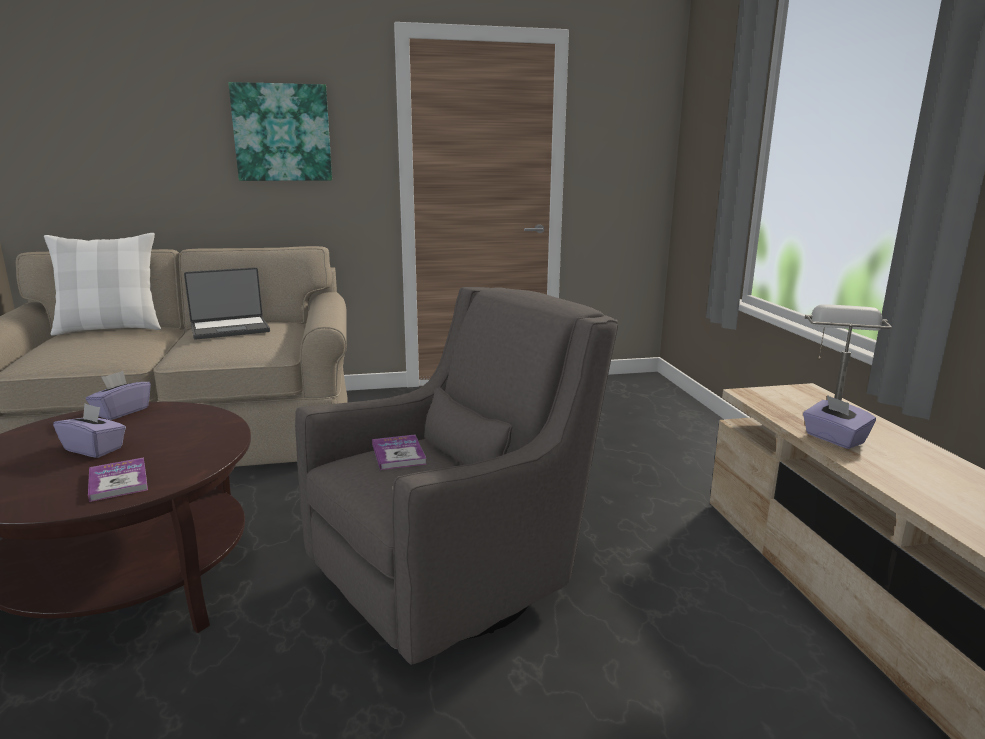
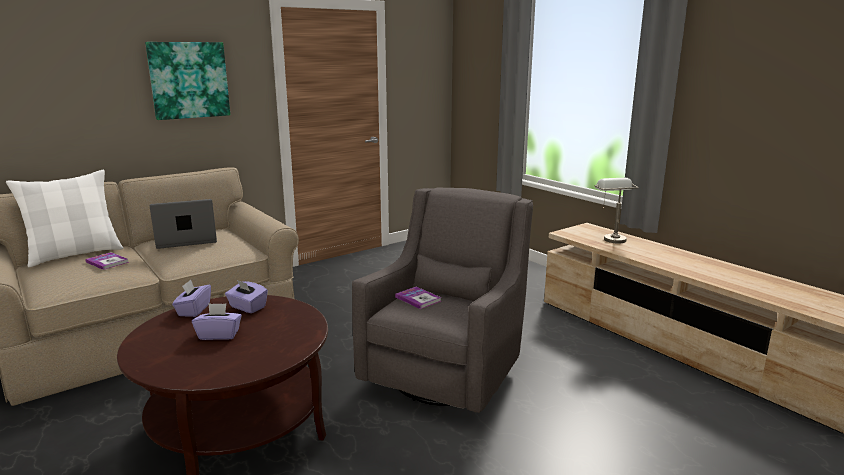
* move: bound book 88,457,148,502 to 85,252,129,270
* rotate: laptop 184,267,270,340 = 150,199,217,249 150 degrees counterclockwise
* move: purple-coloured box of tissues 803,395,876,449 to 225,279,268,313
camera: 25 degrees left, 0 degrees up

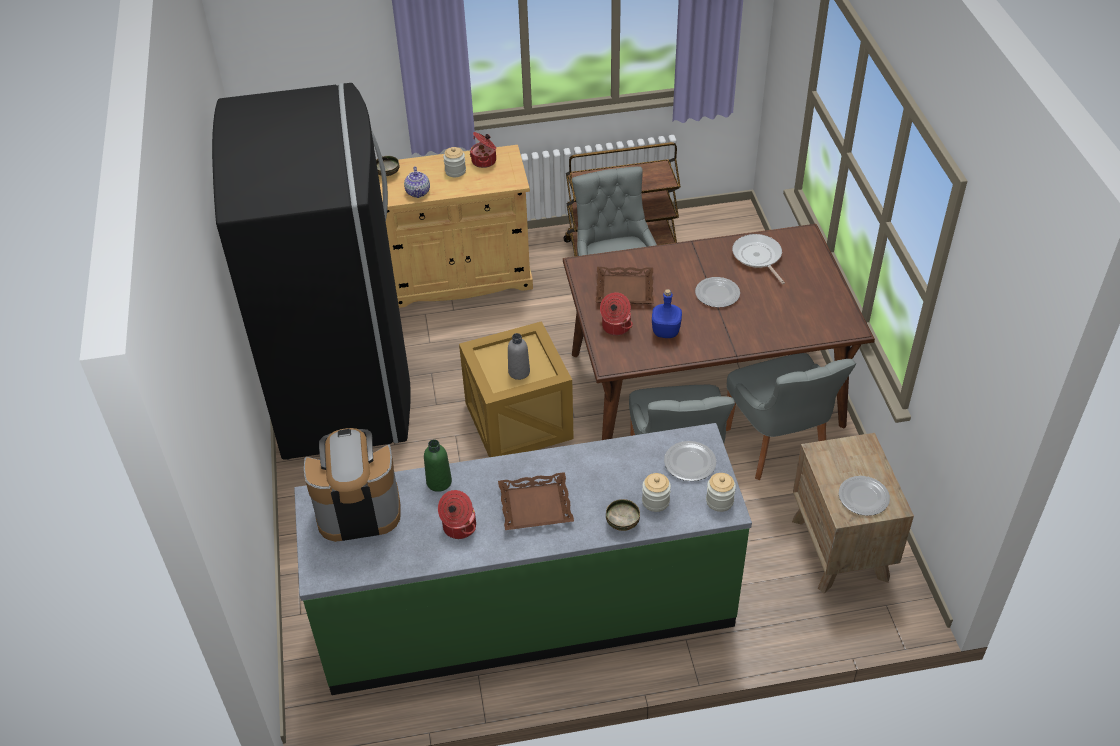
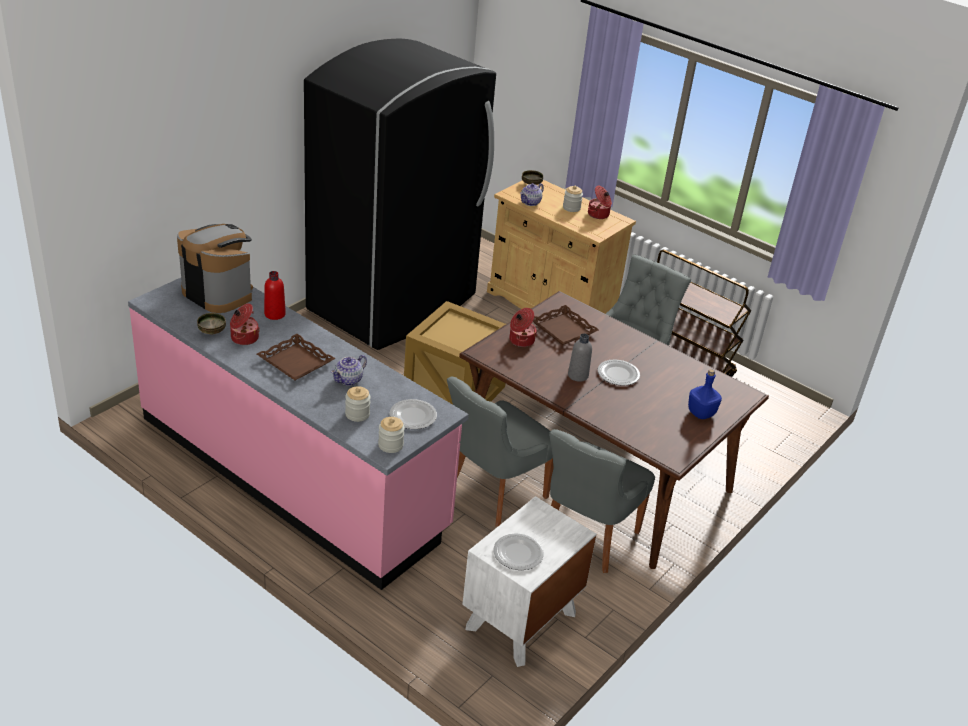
* recolor: green kitchen counter 294,423,752,695 to pink kitchen counter 128,278,469,590
* move: bowl 606,499,640,531 to 197,313,226,334
* recolor: green drink bottle 424,439,452,492 to red drink bottle 264,271,286,320
* insert: tea pot 331,355,367,386
* recolor: brown night table 792,433,914,593 to white-coloured night table 462,496,597,667
* move: gray drink bottle 508,333,530,380 to 568,333,592,382
* move: bluish drink bottle 652,289,682,338 to 688,369,722,419
* delete: pan 732,234,785,284
camera: 45 degrees right, 10 degrees down

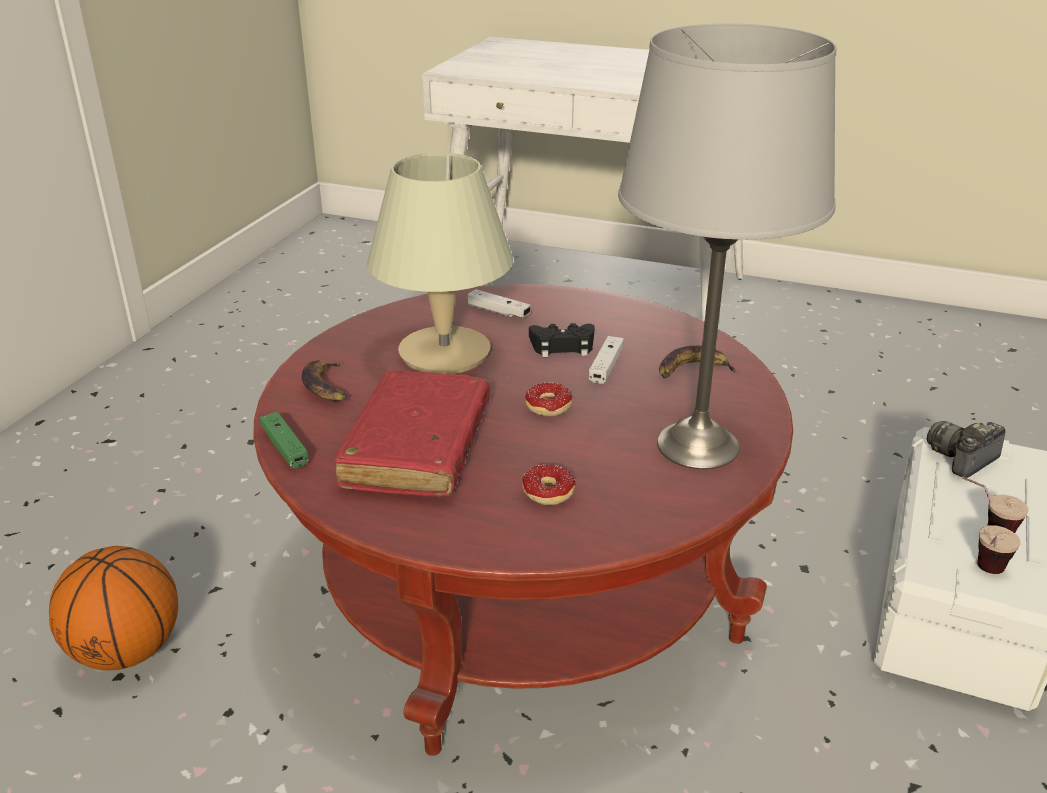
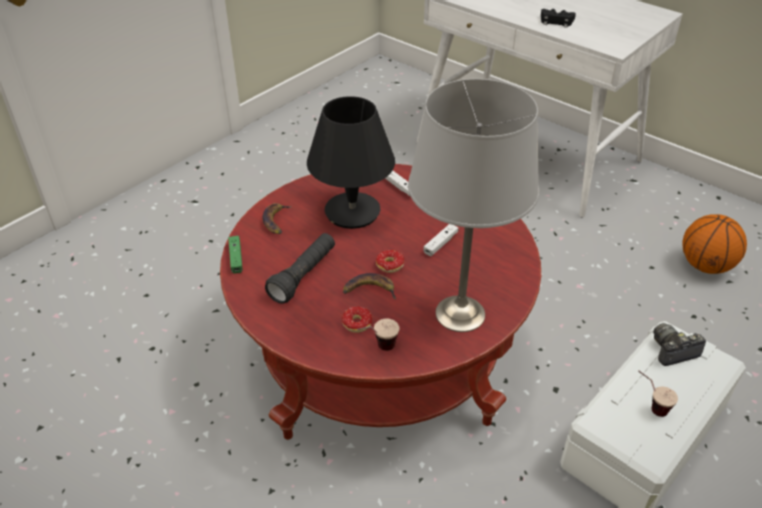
* replace: red bound book 334,371,490,497 to black-coloured flashlight 265,233,335,304
* recolor: beige lamp for a table 367,153,513,374 to black-coloured lamp for a table 307,96,395,229
* move: whole banana 659,346,739,378 to 343,273,396,299
* move: small cup 977,525,1021,574 to 357,319,399,351
* move: black-coloured game controller 529,323,595,357 to 541,9,576,28
* move: basketball ball 49,546,178,670 to 682,214,747,274
camera: 20 degrees right, 10 degrees up

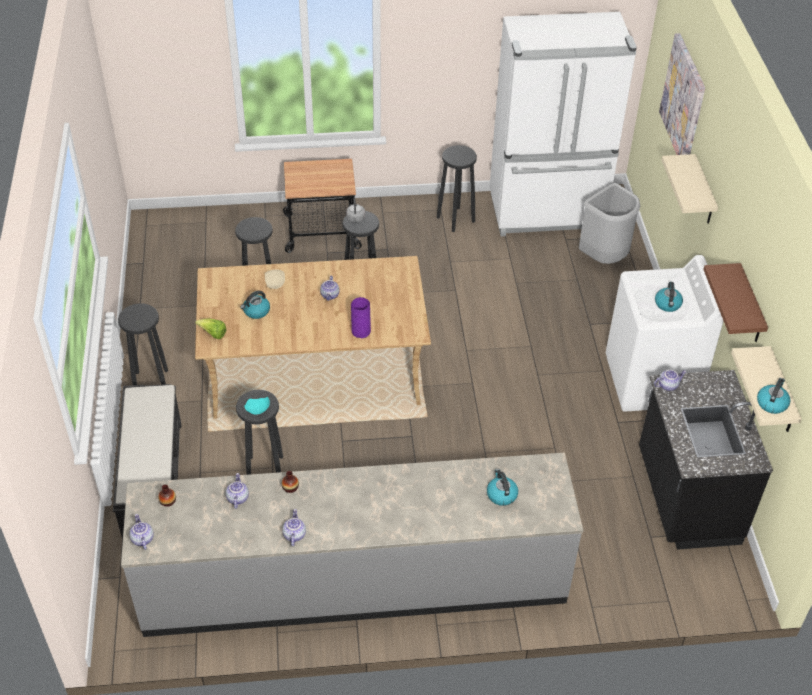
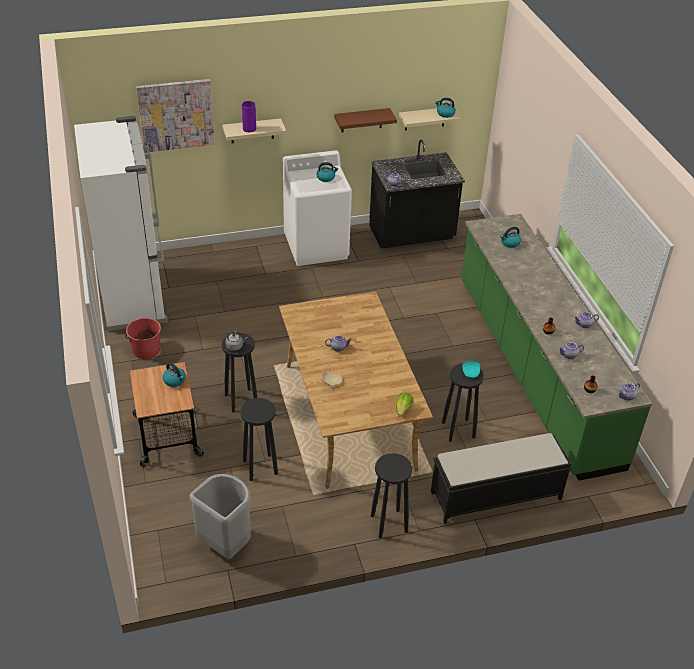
* replace: black-coloured sitting stool 437,145,477,232 to red bucket 125,318,161,359
* move: tea kettle 240,291,270,319 to 163,363,186,387
* move: gray rubbish bin 579,183,640,264 to 189,474,251,559
* move: purple-coloured flower vase 351,297,371,338 to 242,101,256,133
* recolor: gray kitchen counter 121,453,583,637 to green kitchen counter 461,214,652,481
camera: 100 degrees left, 5 degrees down

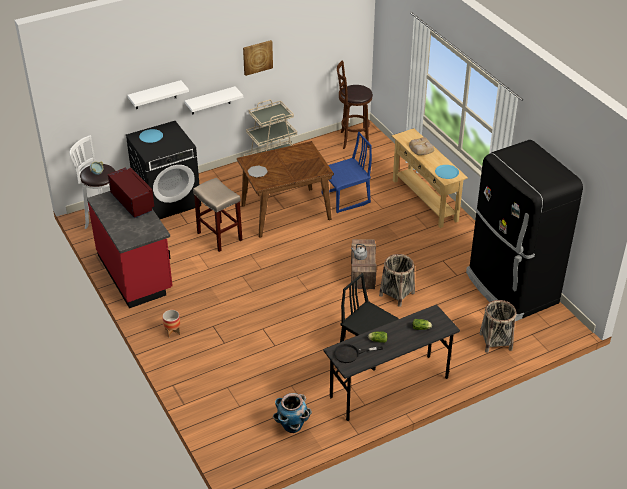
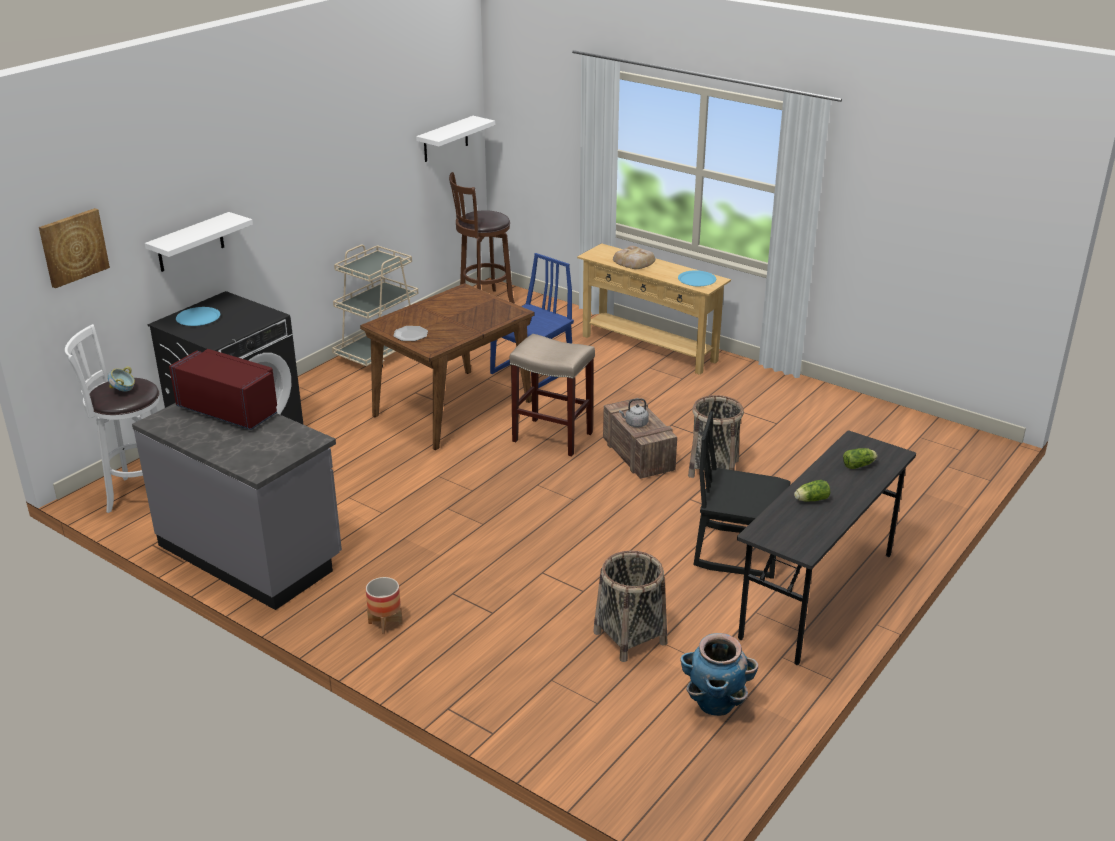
* move: picture 243,40,273,76 to 39,208,110,288
* recolor: red kitchen counter 87,191,173,308 to gray kitchen counter 132,403,342,610
* move: white-coloured shelf 185,86,243,115 to 416,116,495,162
* move: beige sitting stool 193,178,242,252 to 509,334,595,456
* move: storage basket 480,300,517,353 to 593,550,667,662
* delete: black-coloured pan 334,344,383,363
* delete: black-coloured kitchen fridge 466,140,583,321
camera: 25 degrees left, 10 degrees down

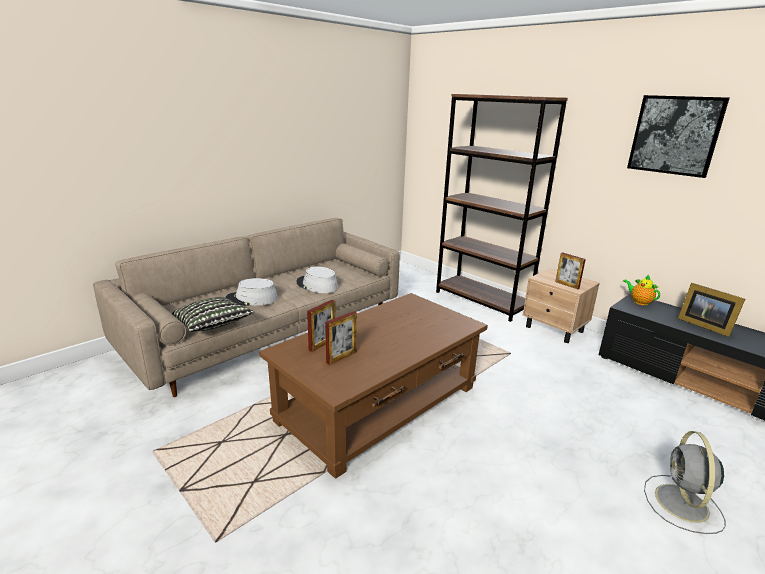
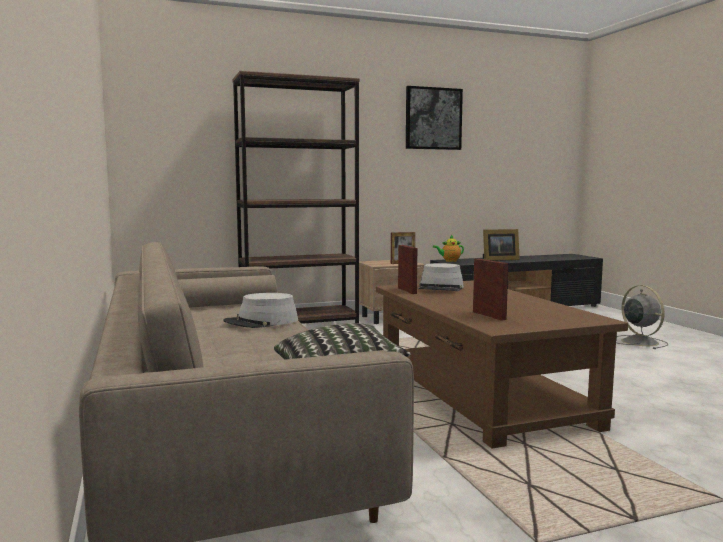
* move: standing frame 325,311,357,365 to 398,245,417,294
* move: gray clothing hat 226,278,278,306 to 418,263,464,291
* rotate: gray electric fan 644,431,726,534 = 616,285,668,349 150 degrees counterclockwise
camera: 65 degrees left, 15 degrees down

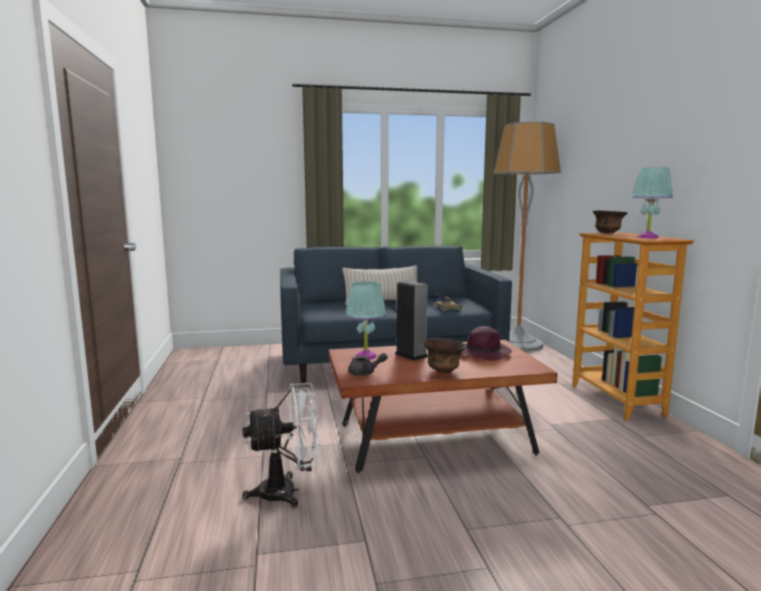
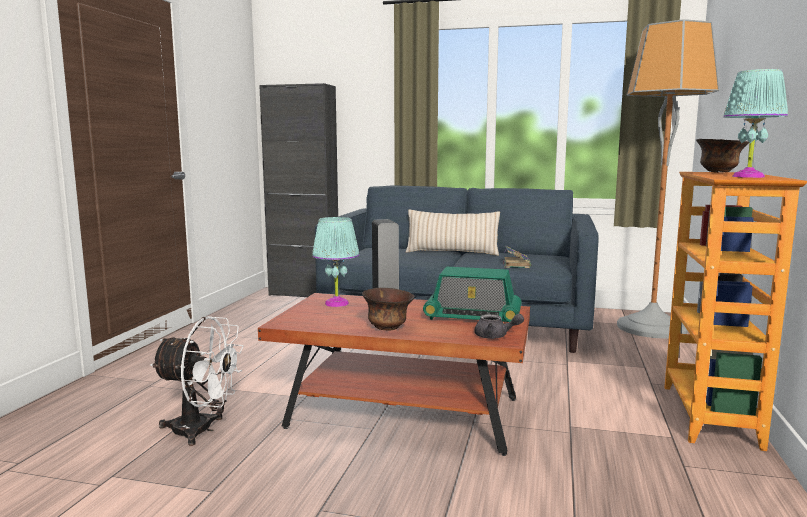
* insert: black-coloured cabinet 259,83,338,297
* replace: purple-coloured clothing hat 462,326,512,361 to radio set 423,267,522,322
* move: gray tea pot 349,353,388,376 to 474,314,524,339
camera: 25 degrees right, 0 degrees up

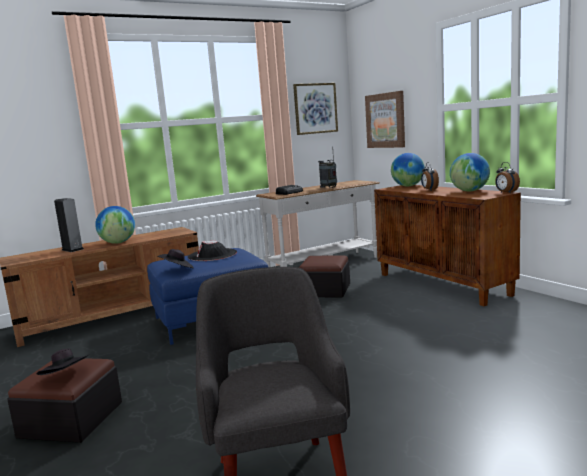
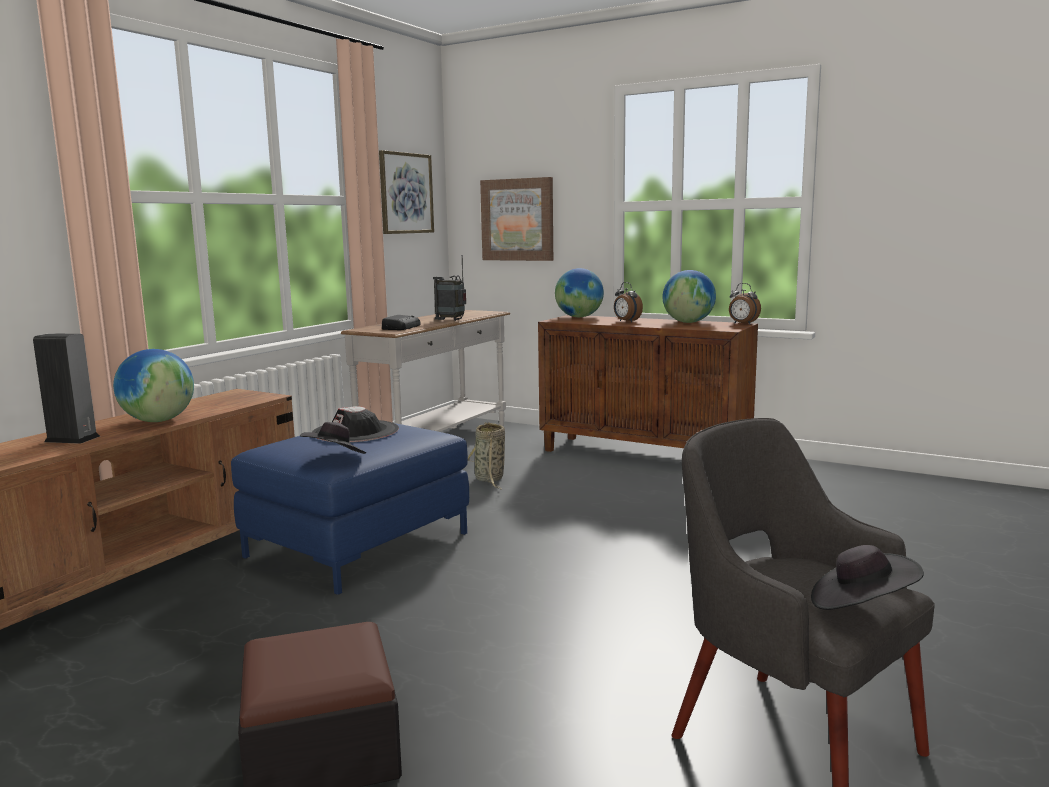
* replace: footrest 299,255,350,298 to storage basket 468,422,505,490
* move: black-coloured clothing hat 36,348,90,375 to 811,545,923,610
camera: 30 degrees left, 0 degrees up

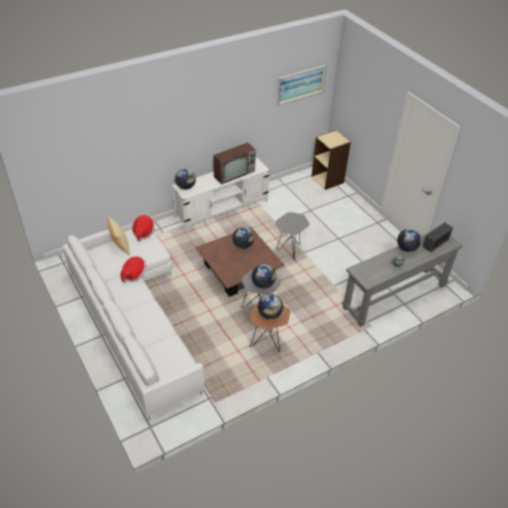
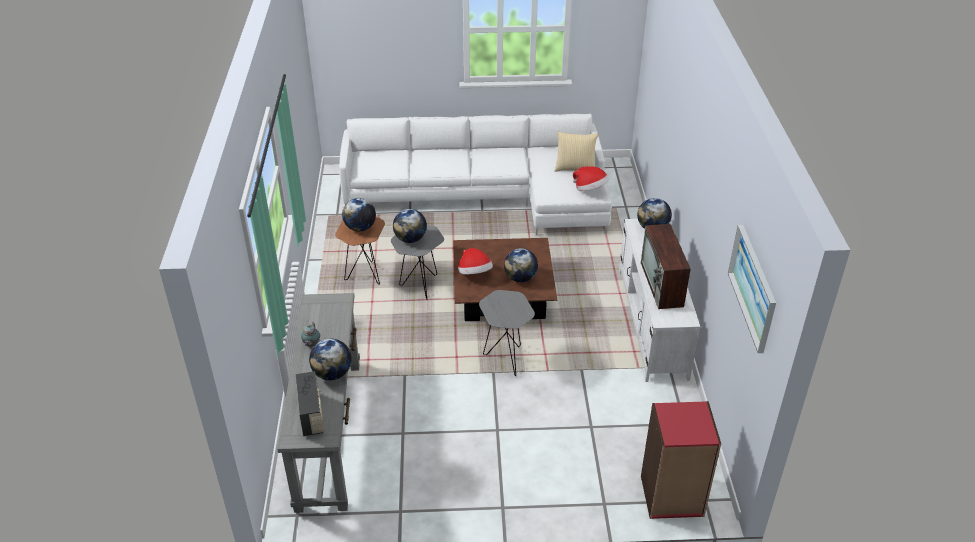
* move: clothing hat 120,257,147,283 to 458,248,493,274
* recolor: beige bookshelf 311,130,351,190 to red bookshelf 641,401,721,519
camera: 120 degrees right, 5 degrees down

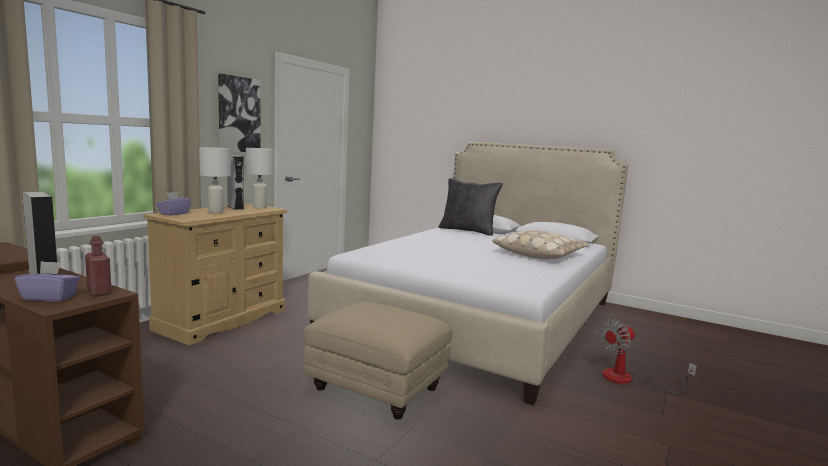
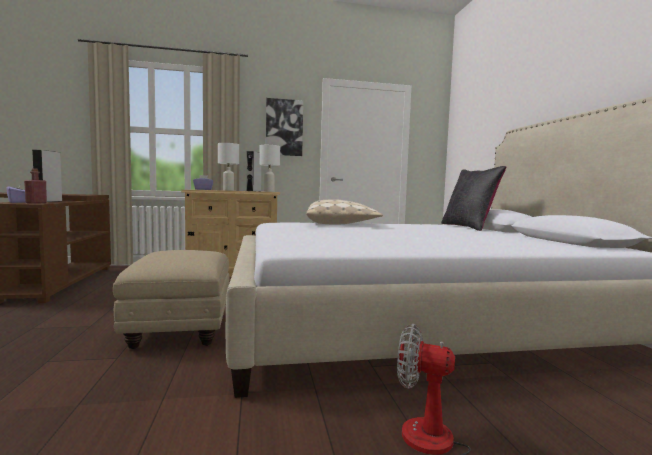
* move: beige pillow 492,230,589,259 to 306,200,383,225
camera: 50 degrees right, 5 degrees down

